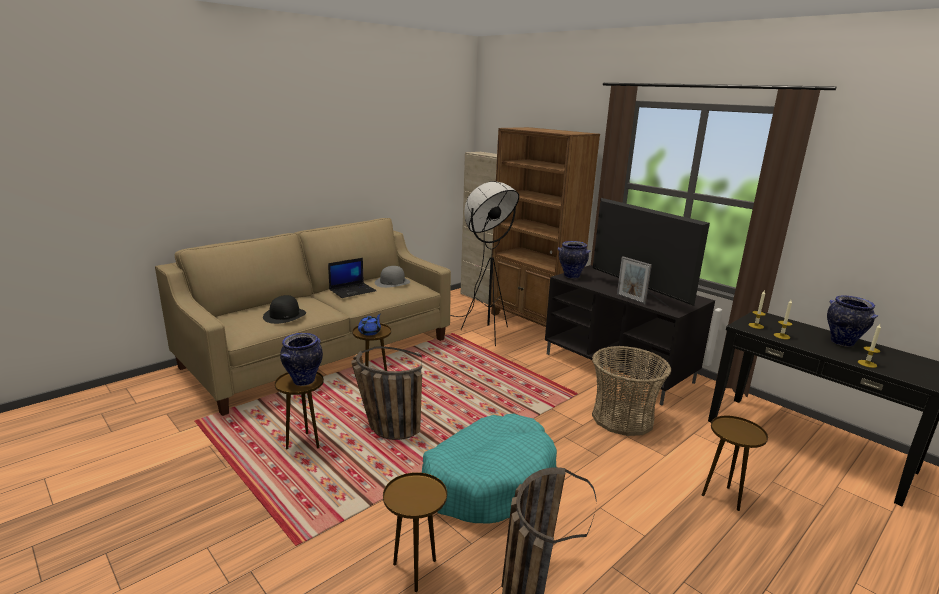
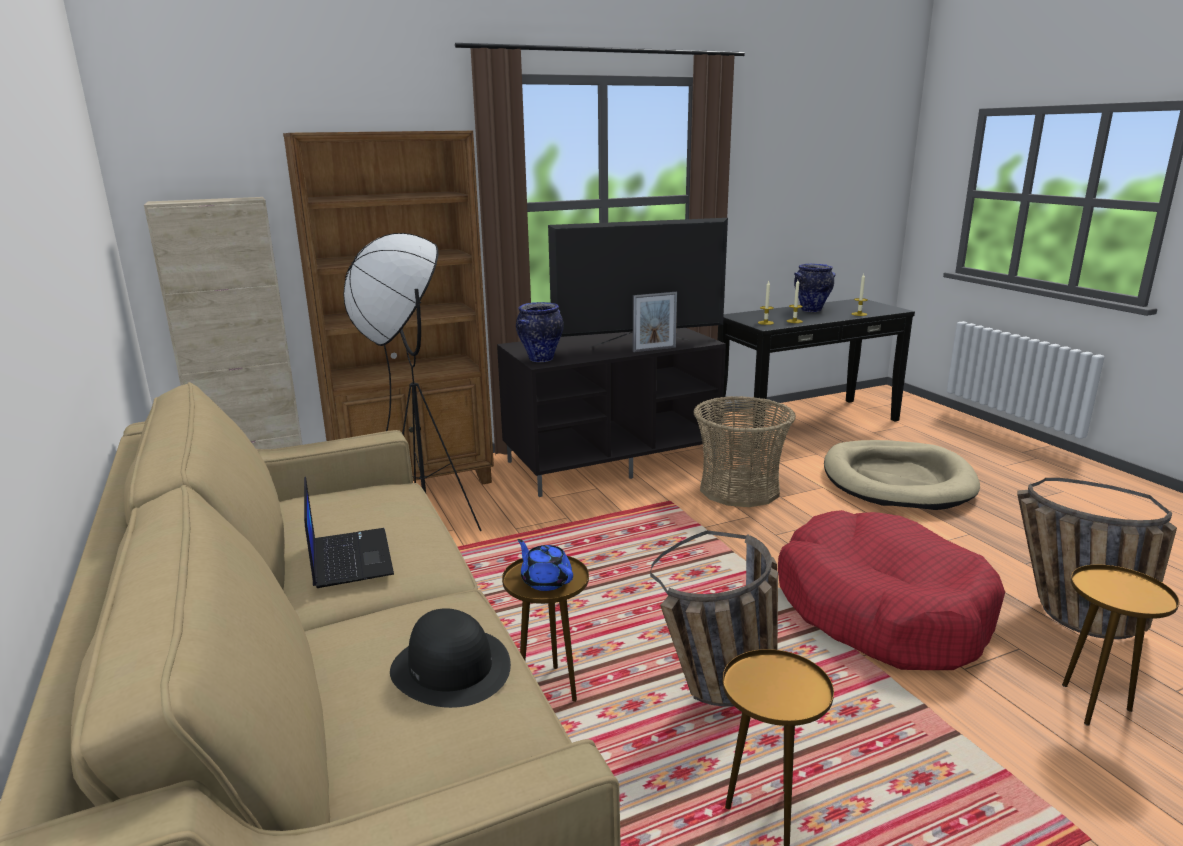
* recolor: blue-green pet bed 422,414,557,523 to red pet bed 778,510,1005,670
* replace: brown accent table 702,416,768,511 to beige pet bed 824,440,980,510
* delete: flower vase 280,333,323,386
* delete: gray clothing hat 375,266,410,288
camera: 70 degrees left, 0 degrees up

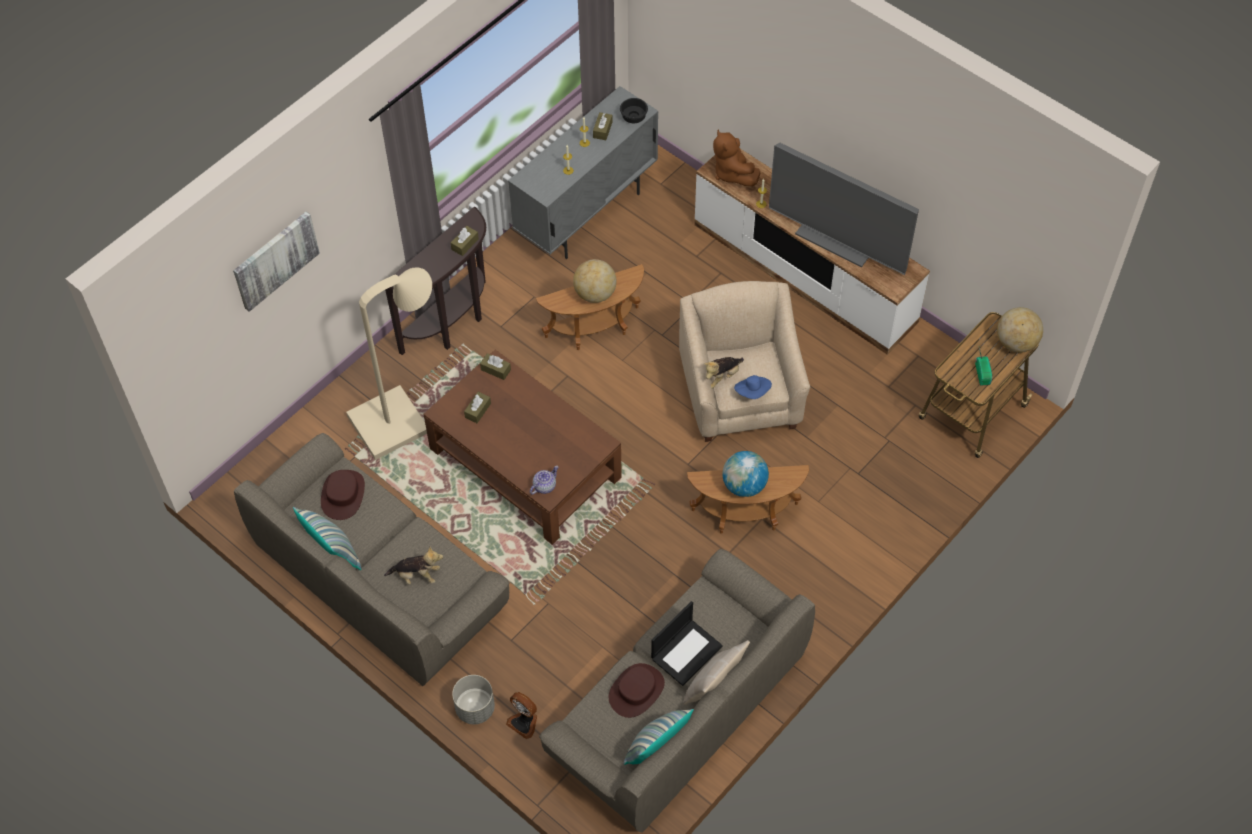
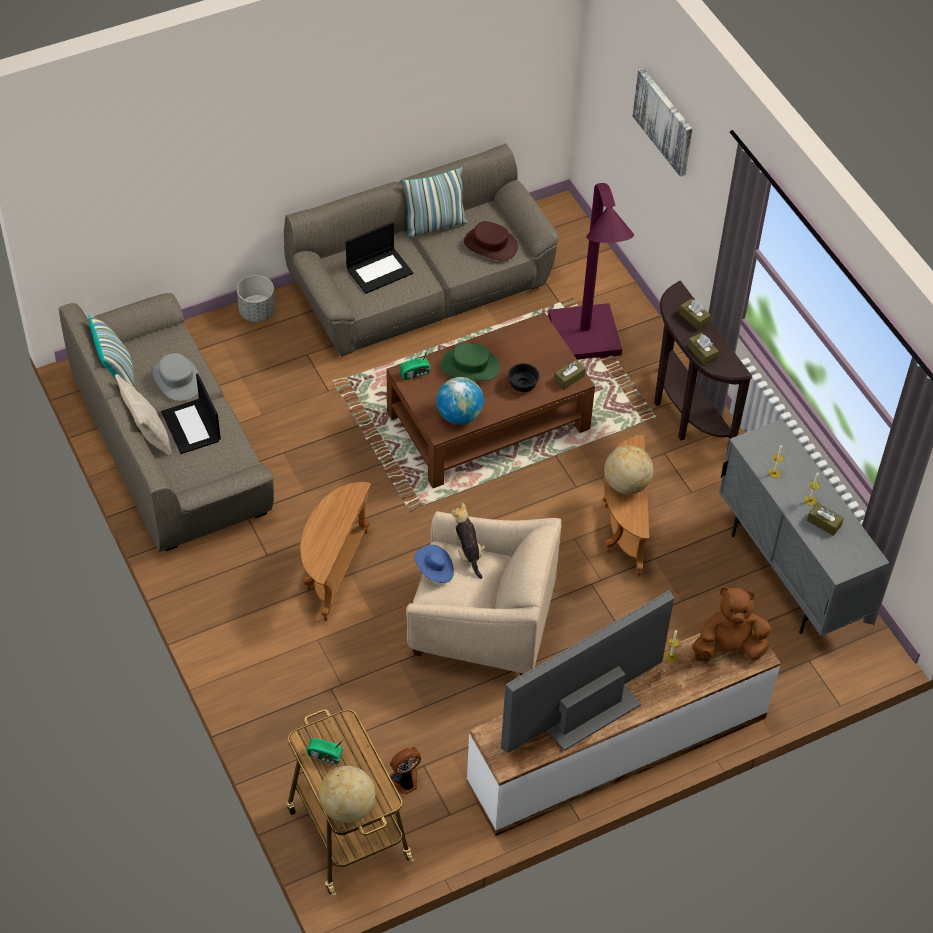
* recolor: brown clothing hat 609,663,665,718 to gray clothing hat 153,353,200,401
* replace: soft toy 384,547,443,584 to laptop 346,222,413,294
* move: electric fan 506,692,537,739 to 389,747,421,794
* replace: tea pot 530,466,559,495 to radio set 400,347,431,380
* move: world globe 722,451,769,497 to 436,377,484,424
* insert: green clothing hat 441,343,500,381
* move: black-coloured bowl 620,98,648,123 to 508,363,540,392
* recolor: beige standard lamp 346,267,432,460 to purple-coloured standard lamp 548,183,634,359
* move: brown box of tissues 464,392,491,423 to 679,299,711,330
camera: 110 degrees right, 5 degrees down

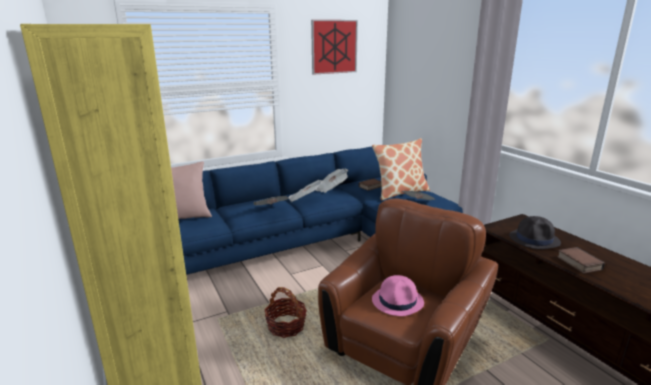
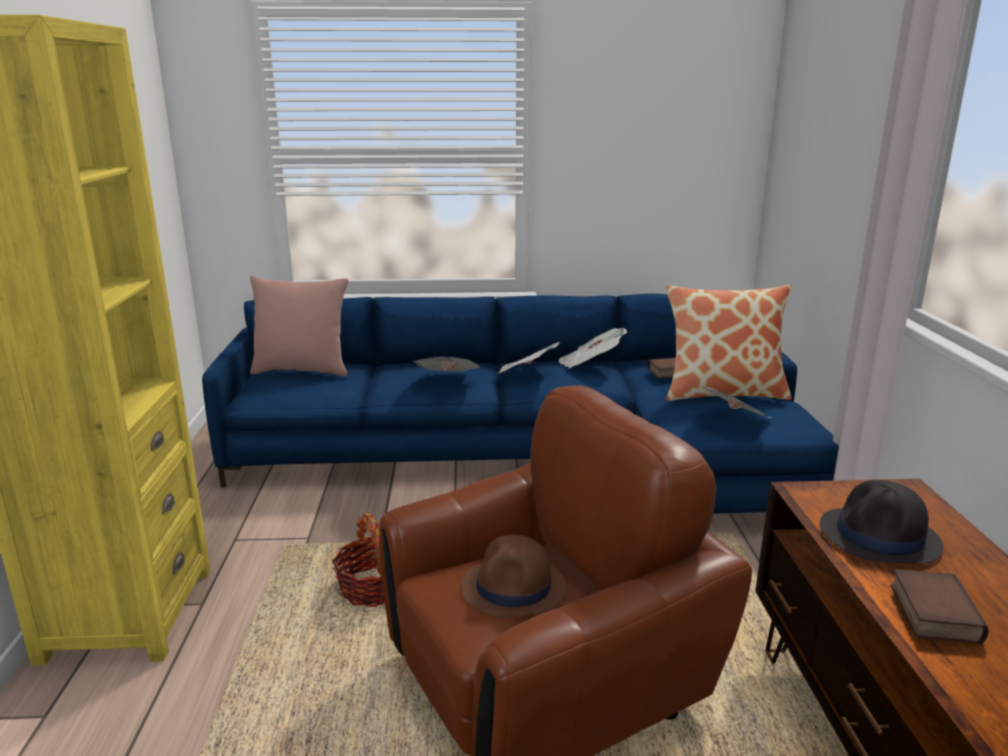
* recolor: pink clothing hat 372,275,424,316 to brown clothing hat 461,535,566,617
* delete: picture 311,20,358,75
camera: 25 degrees right, 0 degrees up

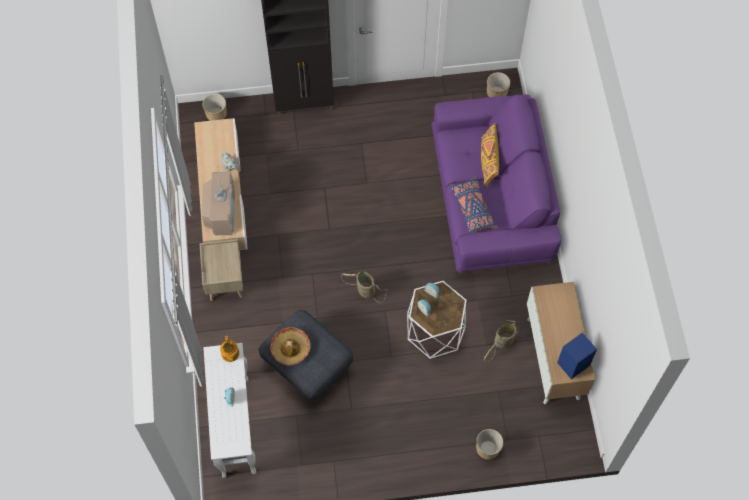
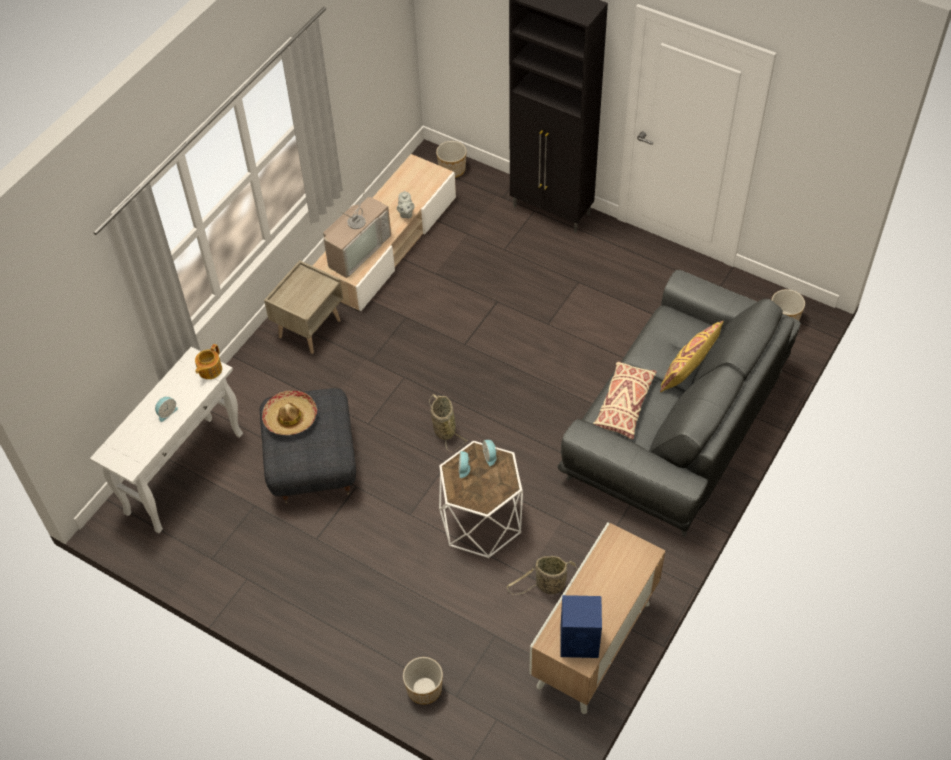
* recolor: purple-coloured sofa 431,94,561,274 to gray sofa 558,270,801,537
* recolor: bluish pillow 450,177,498,233 to beige pillow 593,362,657,439
camera: 40 degrees right, 10 degrees down

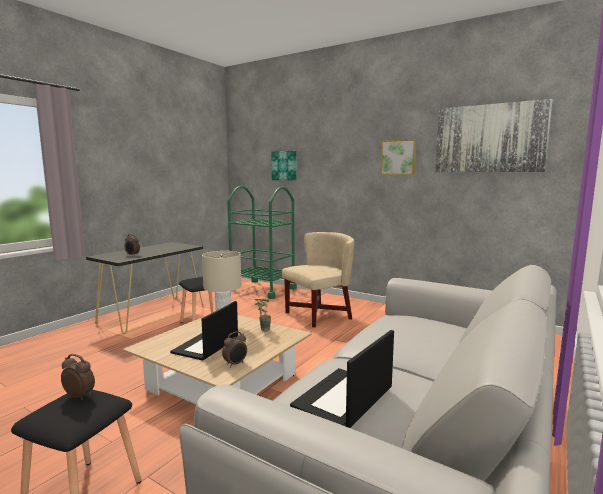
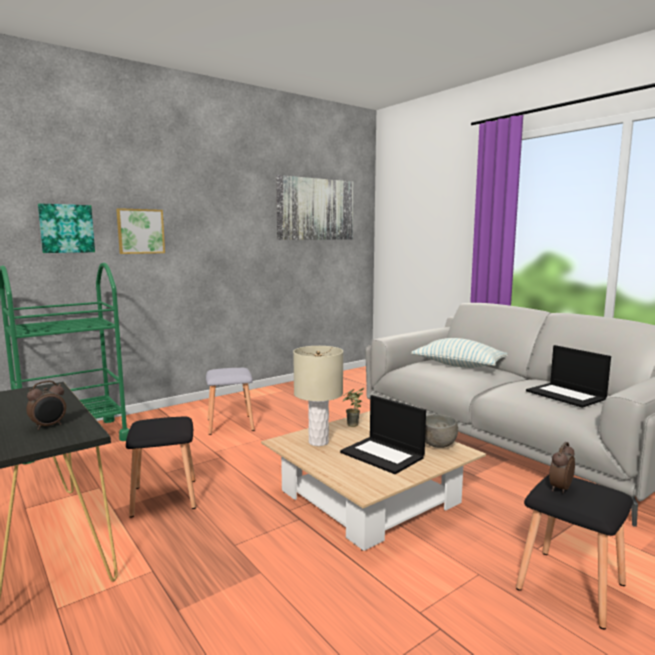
* move: picture 381,139,416,175 to 116,208,165,254
* replace: beige easy chair 282,232,354,327 to gray sitting stool 206,368,255,435
* insert: pillow 411,338,508,368
* replace: bedside clock 222,331,247,368 to gray bowl 425,414,458,448
camera: 70 degrees left, 0 degrees up

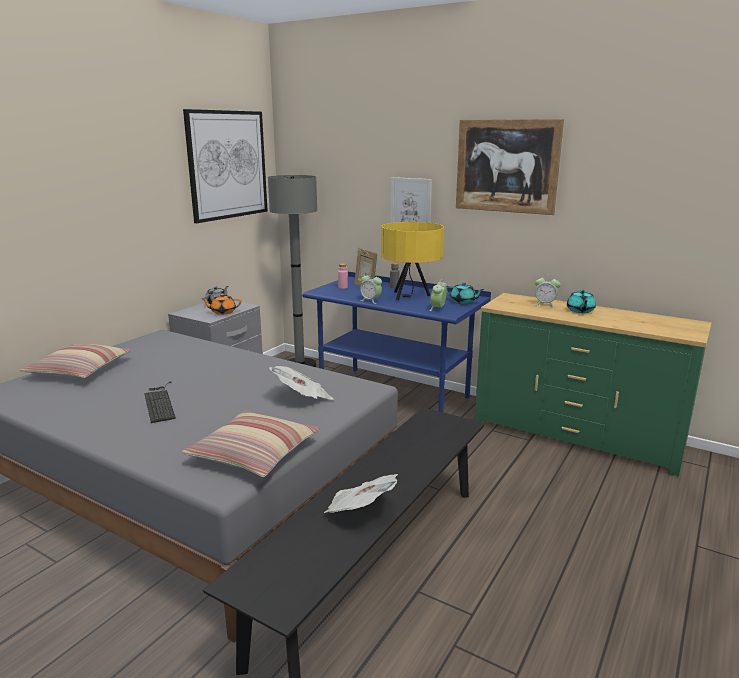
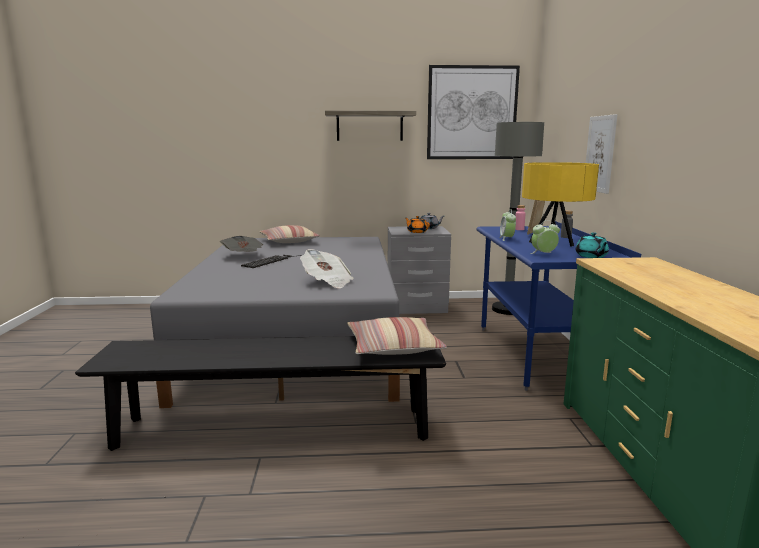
* move: newspaper 324,474,398,513 to 220,236,263,252
* insert: shelf 325,110,416,141
* move: pillow 182,410,320,477 to 347,317,447,355
* delete: picture 456,119,564,215
* delete: bedside clock 535,275,561,307
* delete: blue-green tea pot 567,290,596,313
camera: 55 degrees right, 5 degrees down

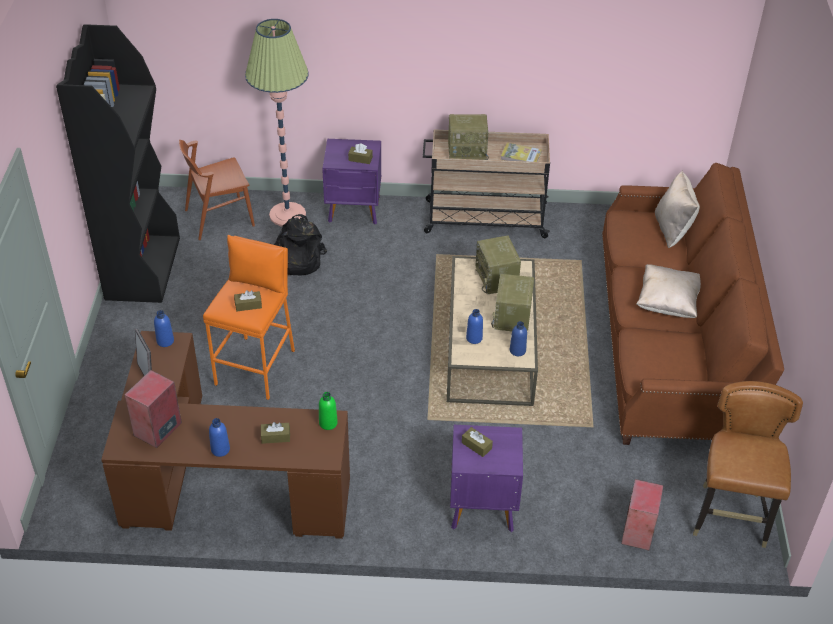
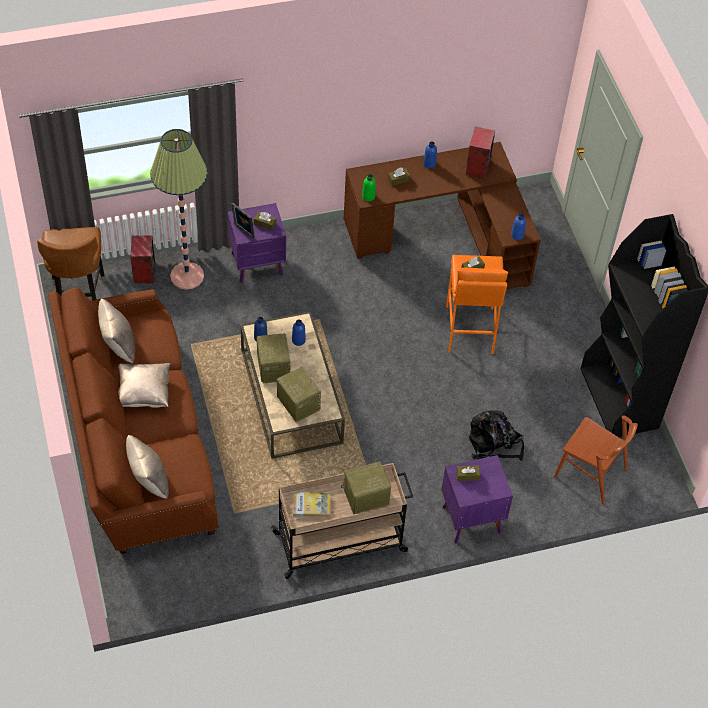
* insert: beige pillow 98,299,135,364
* move: standard lamp 245,19,309,227 to 150,129,208,290
* move: standing frame 135,329,152,376 to 231,203,255,239
* rotate: brown plain chair 179,140,255,240 = 554,415,638,505 75 degrees clockwise
camera: 160 degrees right, 10 degrees up

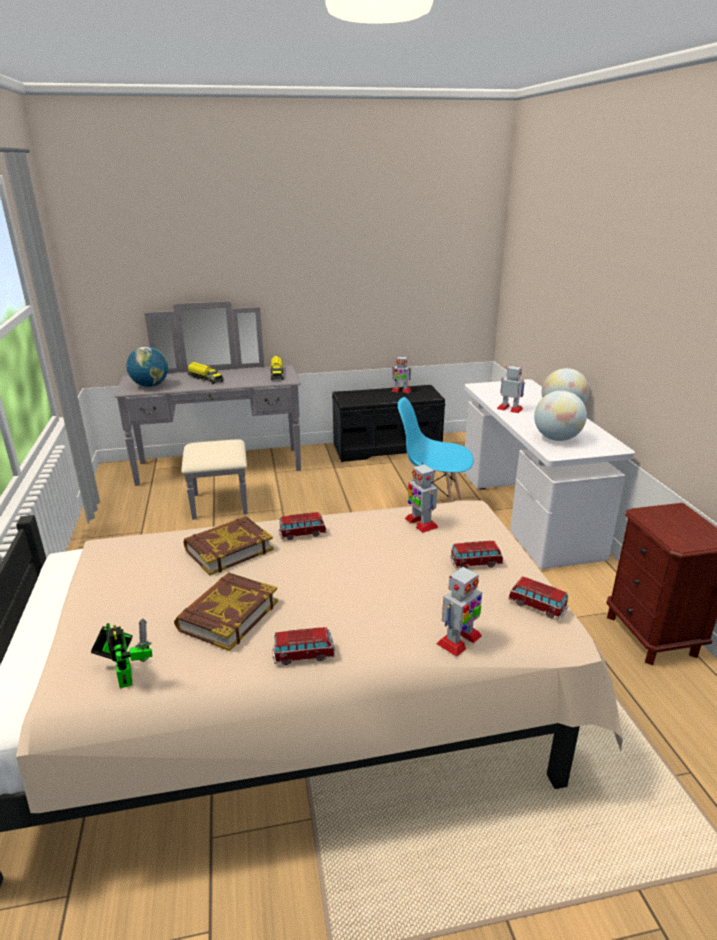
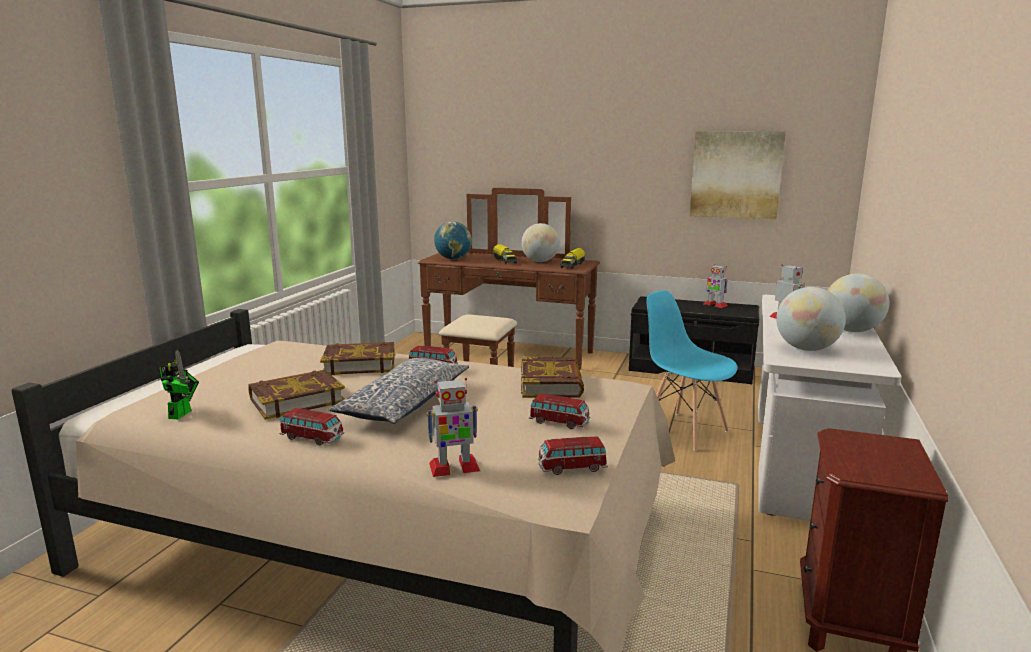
* insert: pillow 329,358,469,424
* recolor: gray drawer chest 114,301,301,520 to brown drawer chest 417,188,600,370
* insert: world globe 521,223,560,262
* replace: model robot 405,463,439,533 to bound book 521,357,584,398
* rotate: model car 508,576,568,619 = 538,436,608,475 75 degrees counterclockwise
* insert: picture 690,131,786,220
camera: 30 degrees right, 10 degrees down

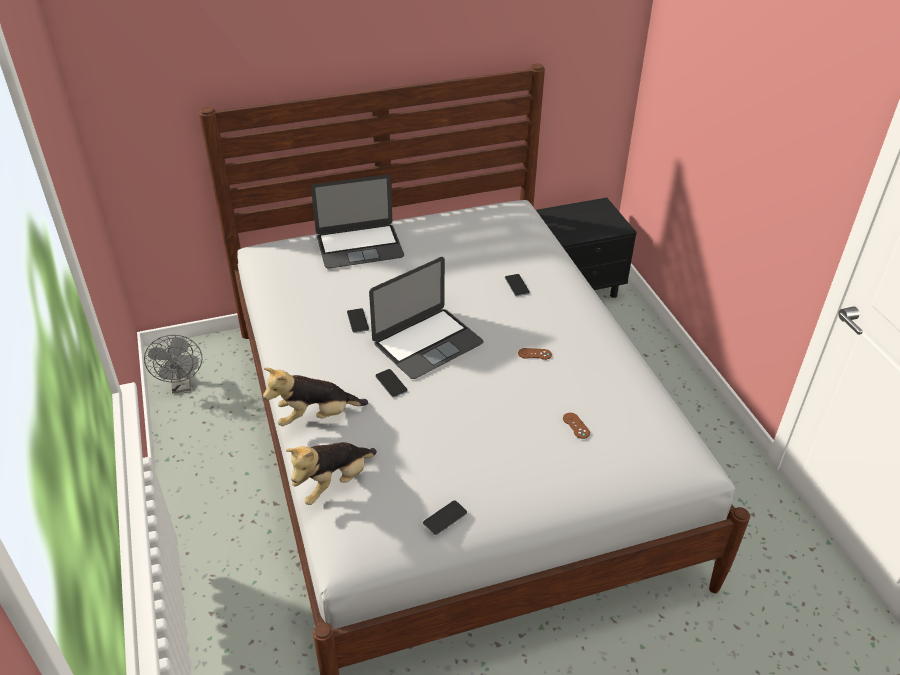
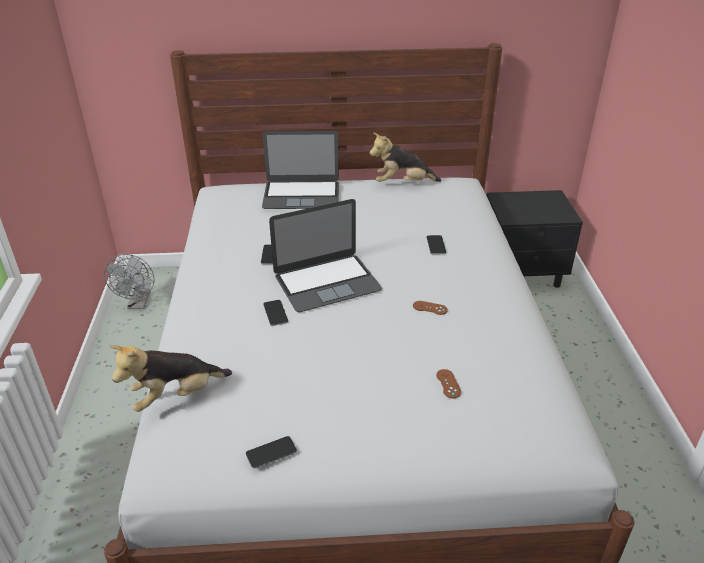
* move: soft toy 263,368,368,426 to 370,132,441,182
camera: 15 degrees right, 5 degrees down

